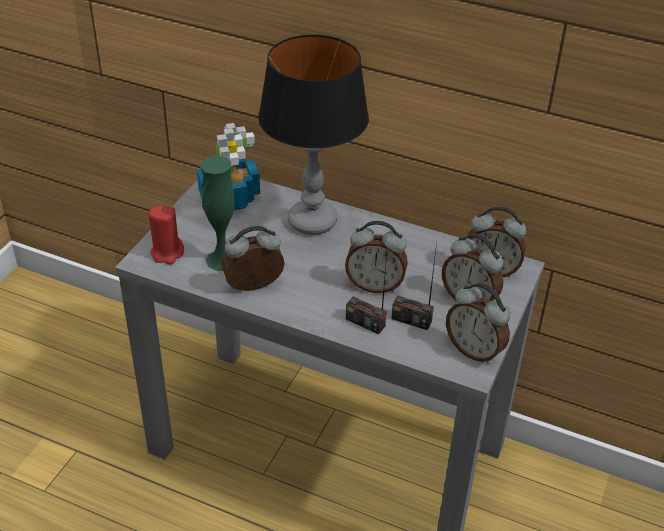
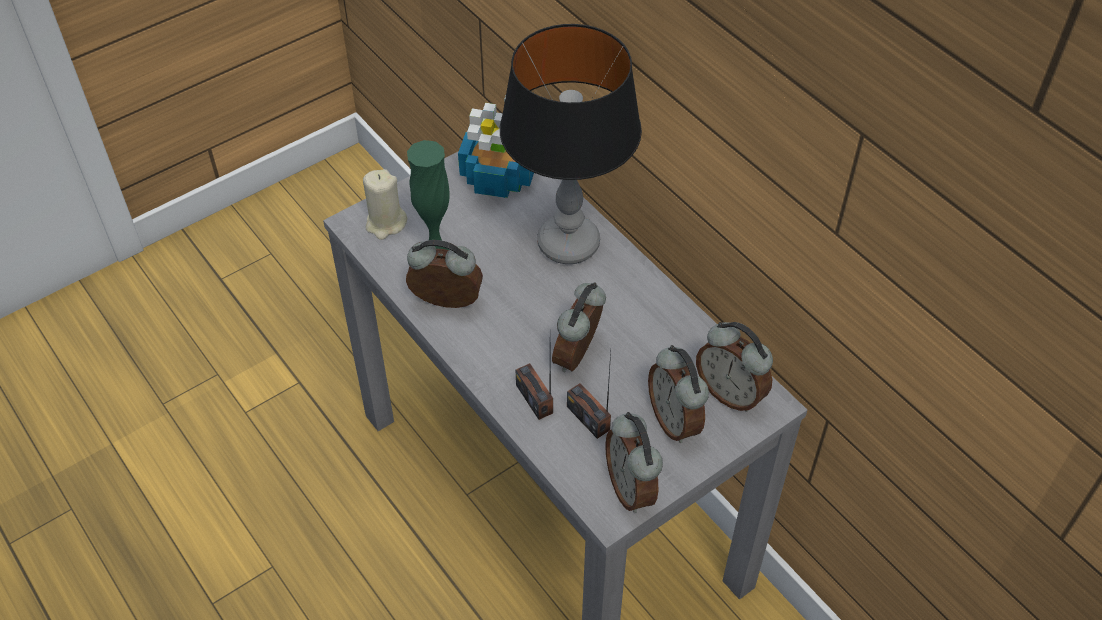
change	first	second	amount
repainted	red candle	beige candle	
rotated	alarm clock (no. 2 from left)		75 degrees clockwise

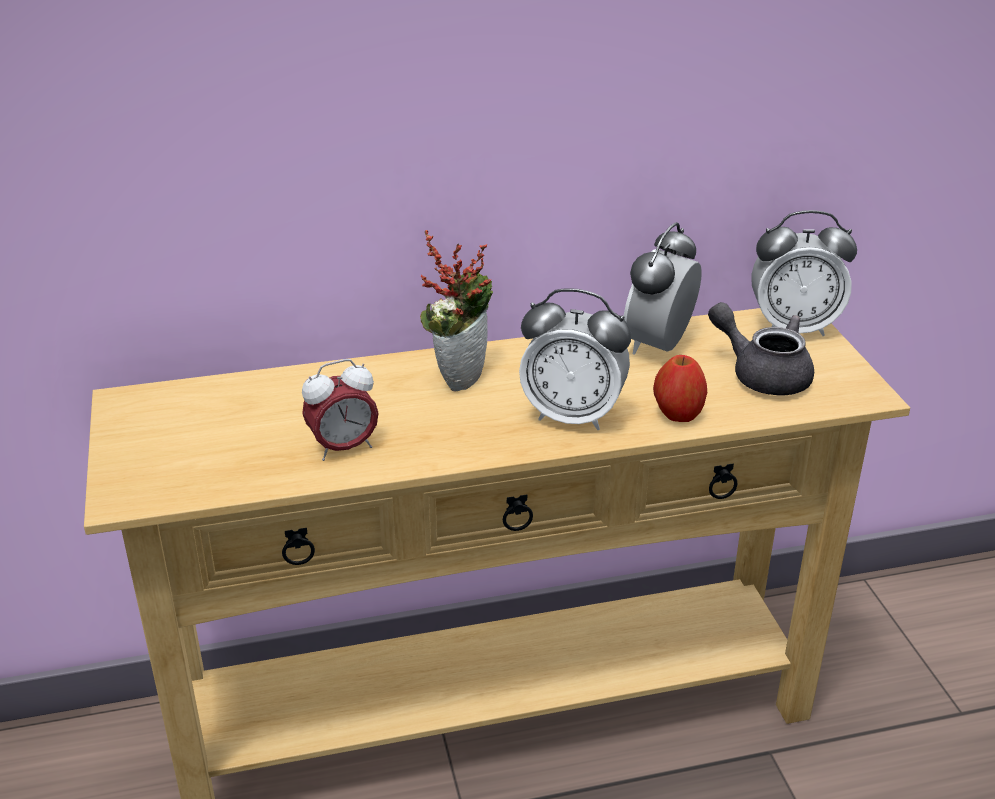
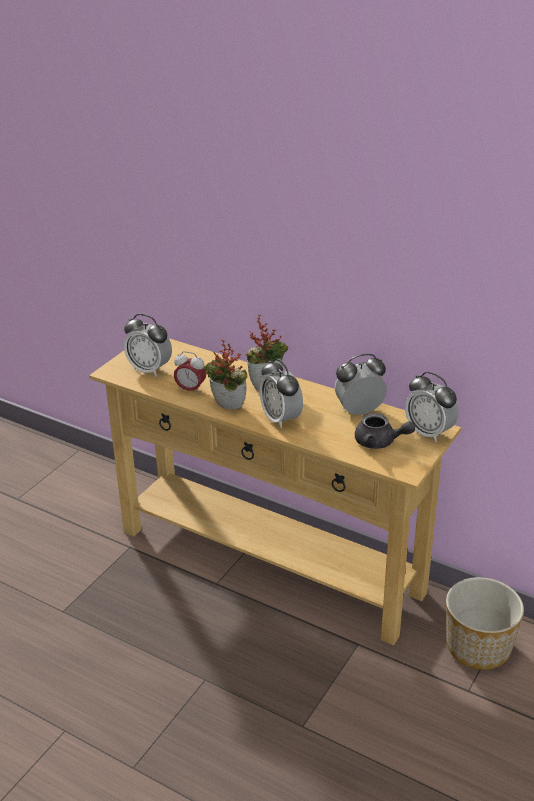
change	first	second	amount
new		alarm clock (no. 1 from left)	
new		potted plant (no. 1 from left)	
rotated	grey teapot		120 degrees clockwise
new		planter	
gone	apple		

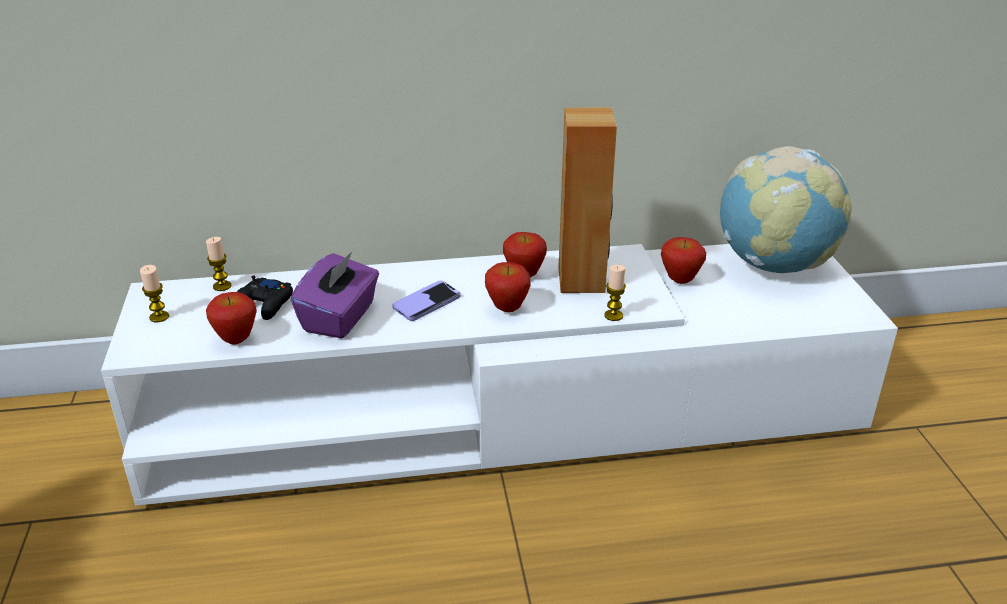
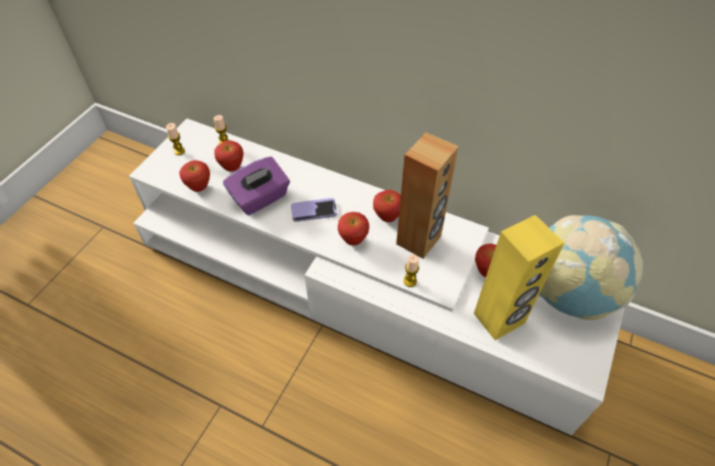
change	first	second	amount
swapped	black game controller	apple (no. 2 from left)	
new		yellow speaker	

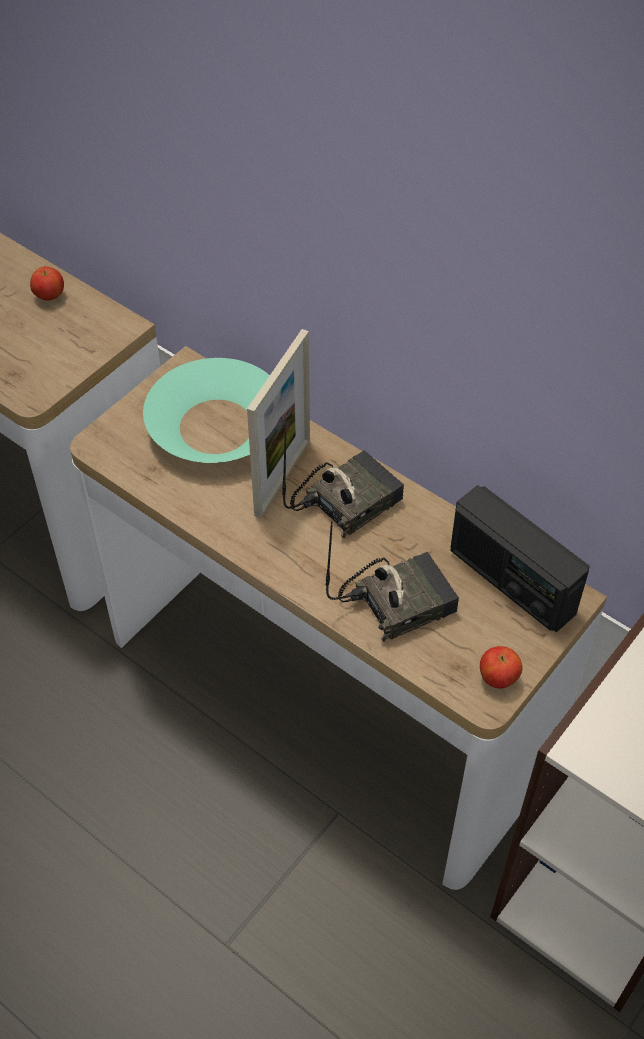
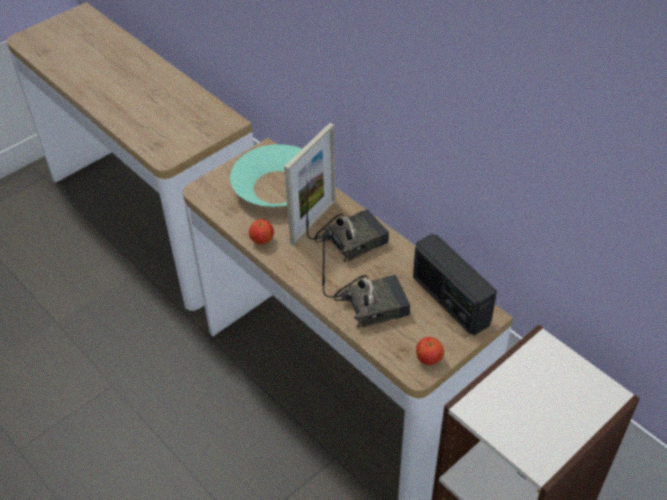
change	first	second	amount
shifted	apple (no. 1 from left)		

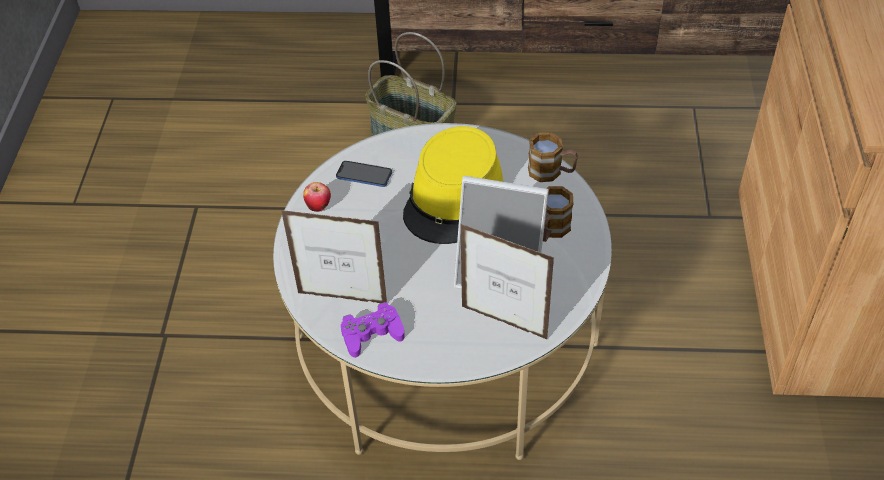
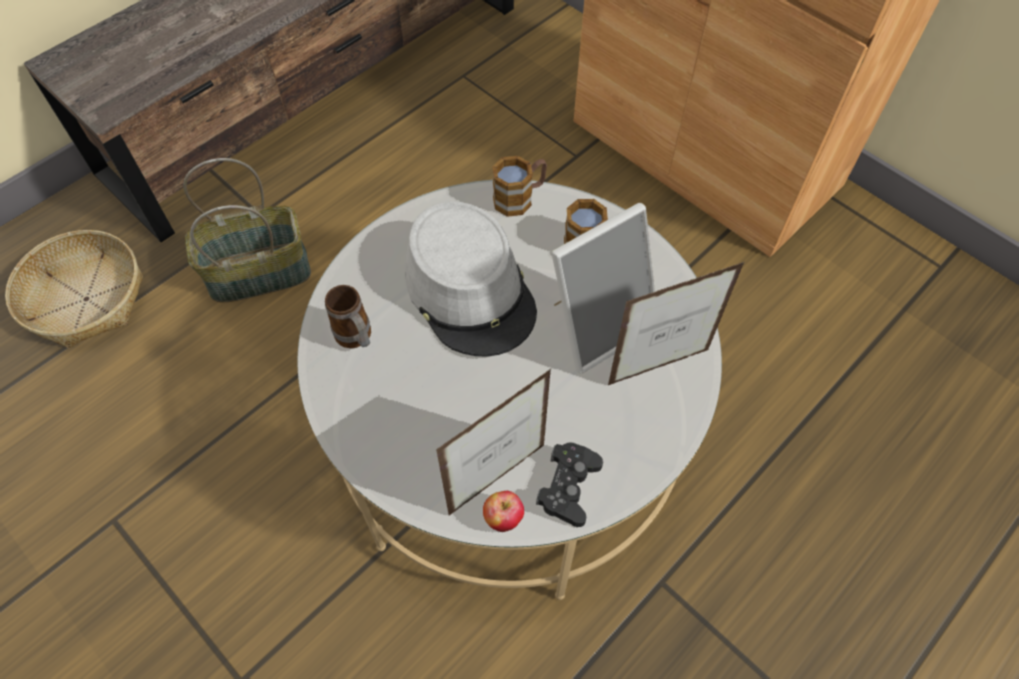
change	first	second	amount
new		basket (no. 1 from left)	
swapped	phone	mug (no. 1 from left)	
repainted	yellow hat	grey hat	
shifted	apple		
repainted	purple game controller	black game controller	

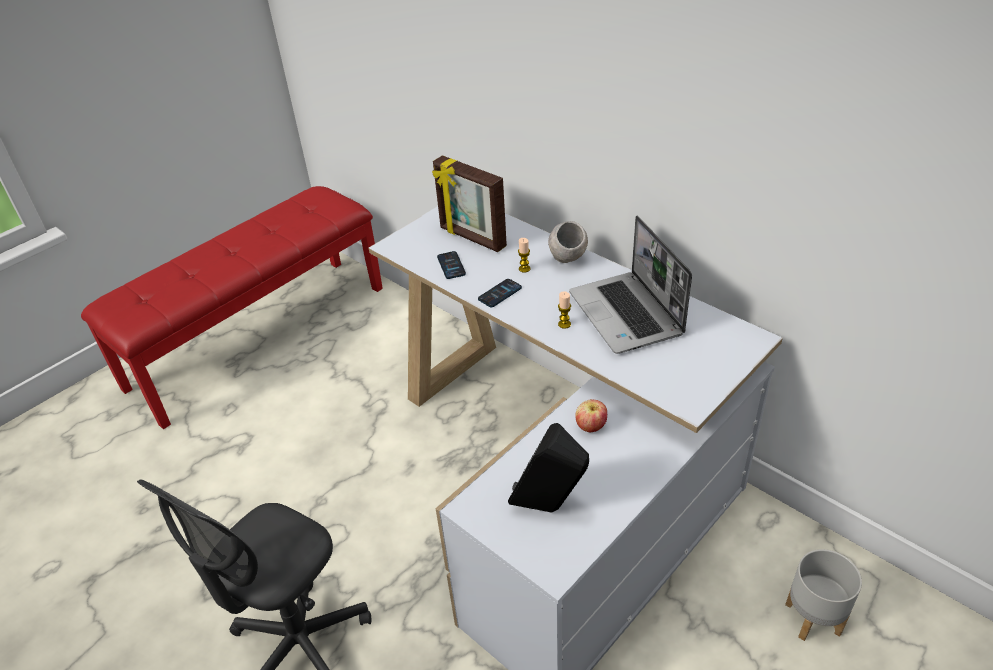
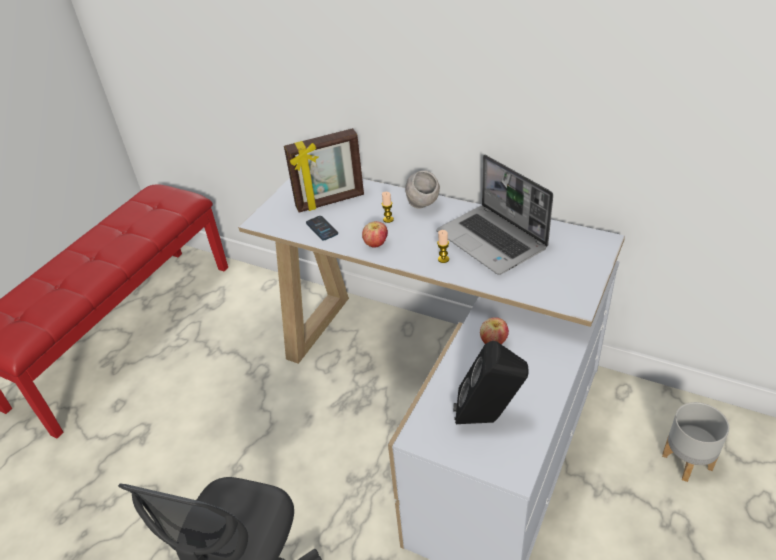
change	first	second	amount
rotated	picture frame		45 degrees counterclockwise
swapped	phone (no. 2 from left)	apple (no. 1 from left)	

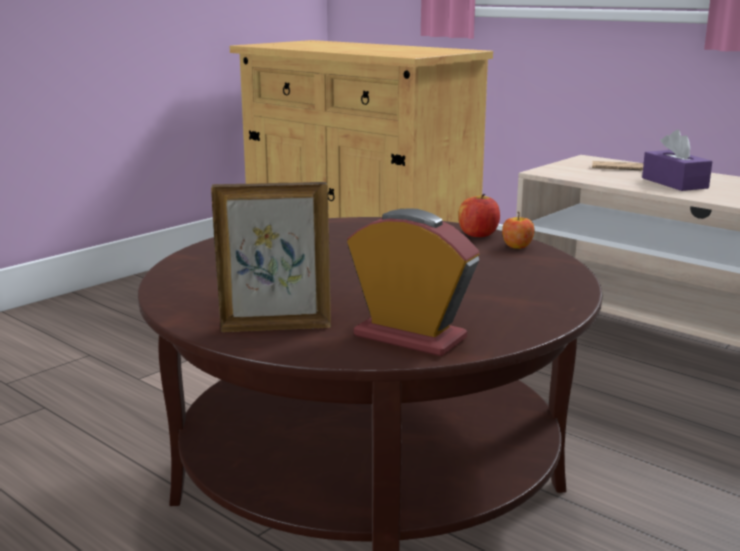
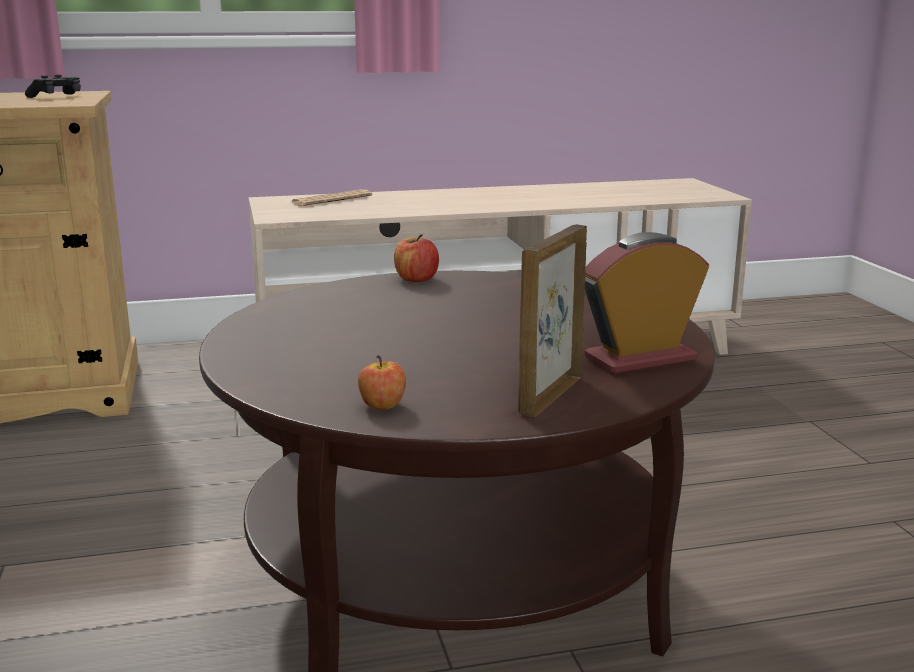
change	first	second	amount
new		black game controller	
shifted	apple (no. 2 from left in the first image)	apple (no. 1 from left)	
gone	purple tissue box		

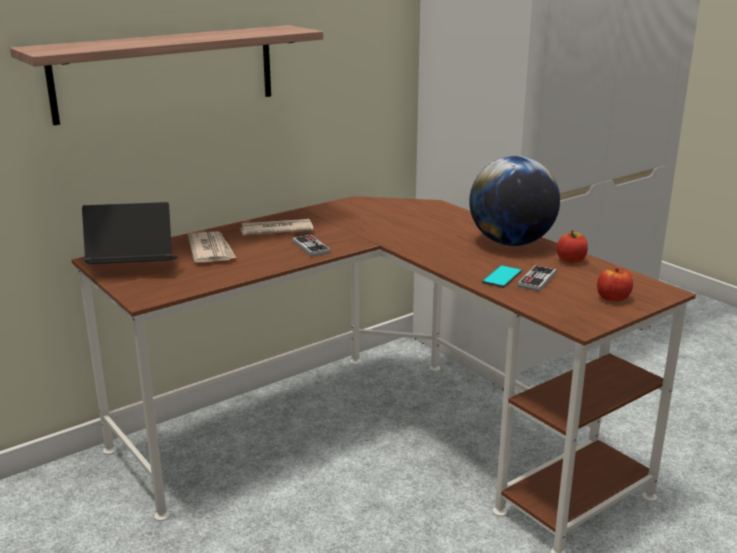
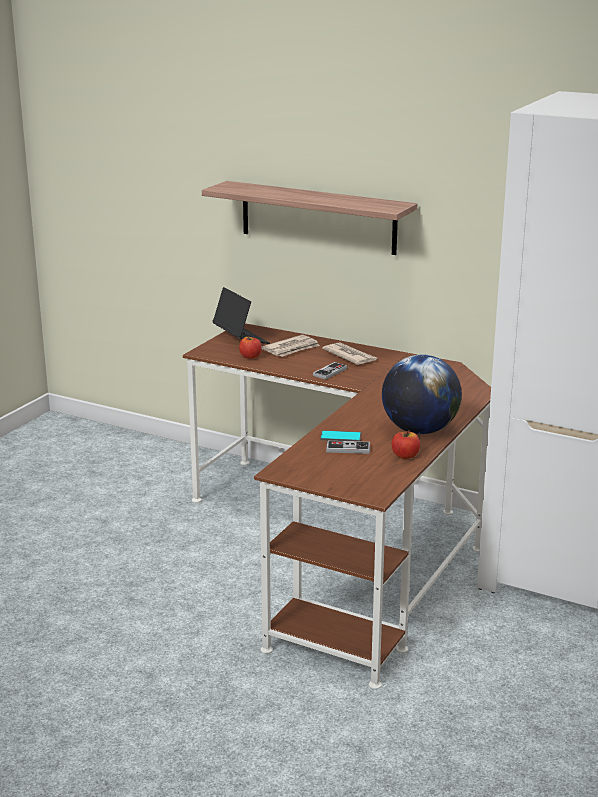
change	first	second	amount
shifted	apple (no. 2 from left in the first image)	apple (no. 1 from left)	

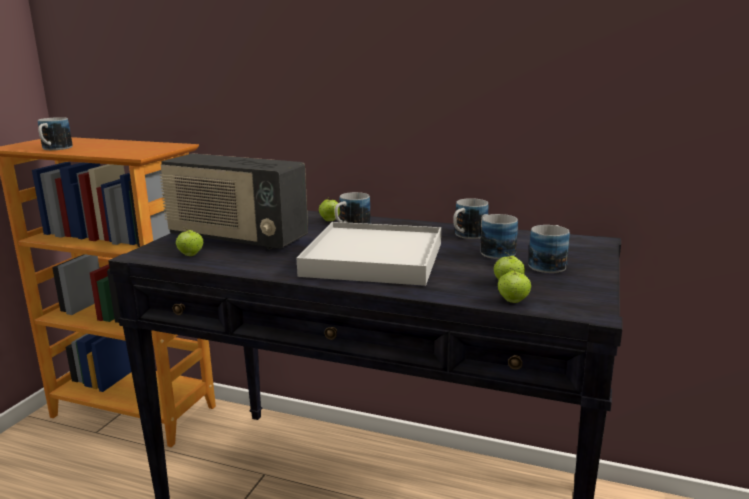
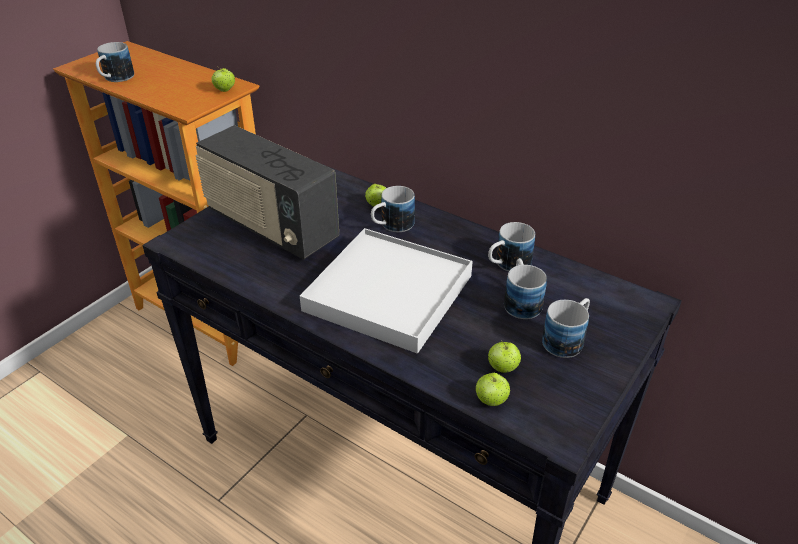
change	first	second	amount
shifted	apple (no. 1 from left)		

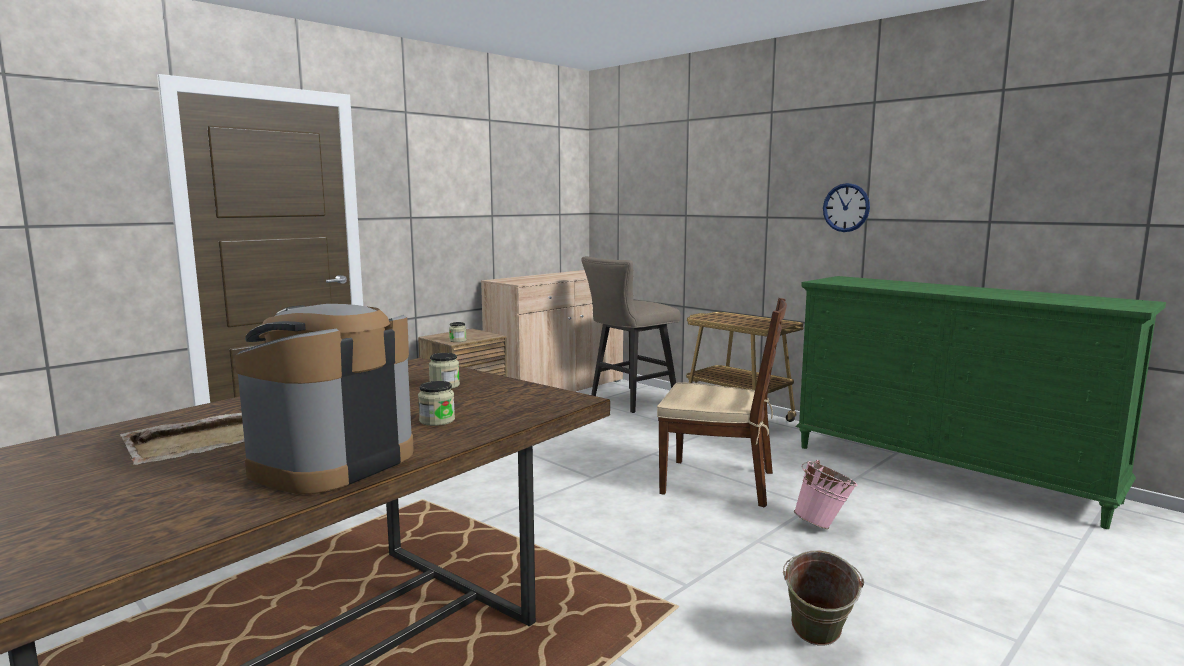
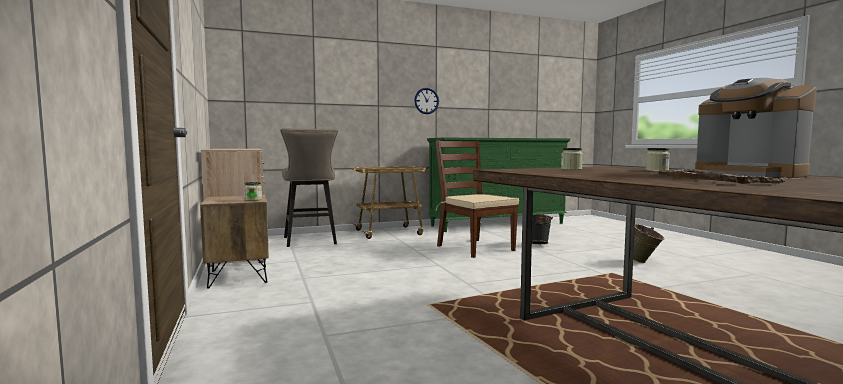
change	first	second	amount
rotated	brown chair		75 degrees counterclockwise
repainted	pink bucket	black bucket	

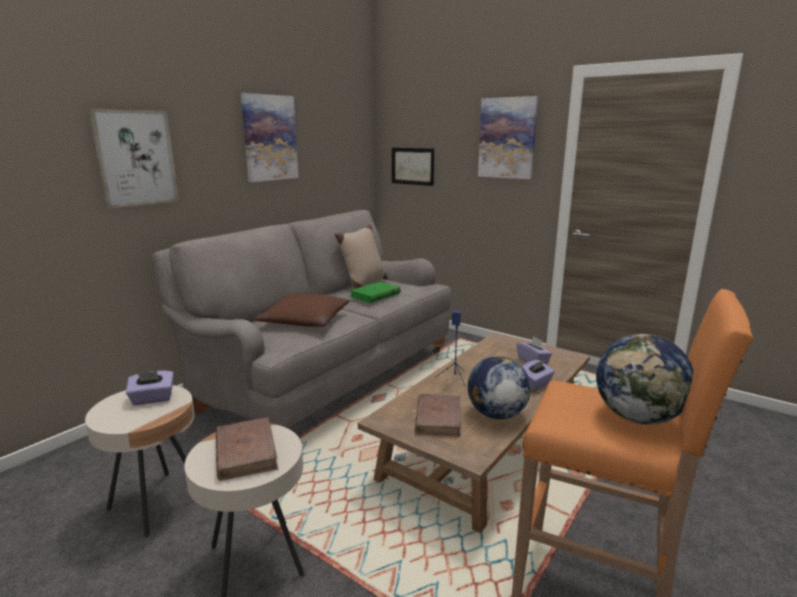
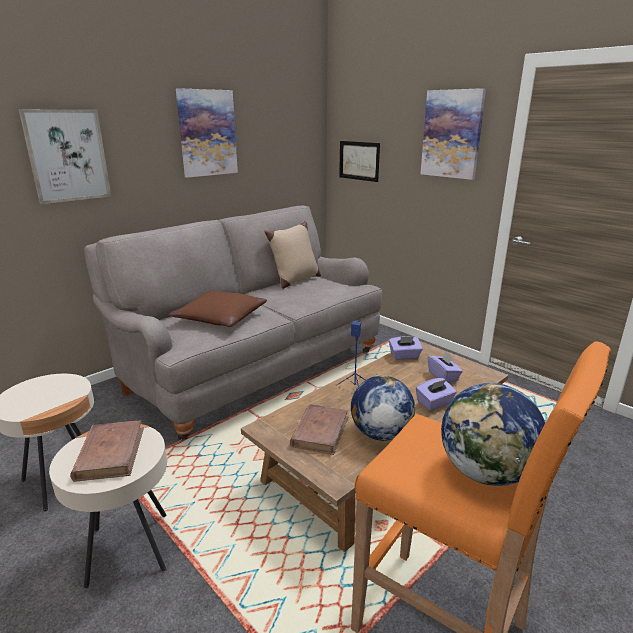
change	first	second	amount
shifted	purple tissue box (no. 1 from left)		
gone	green book		

